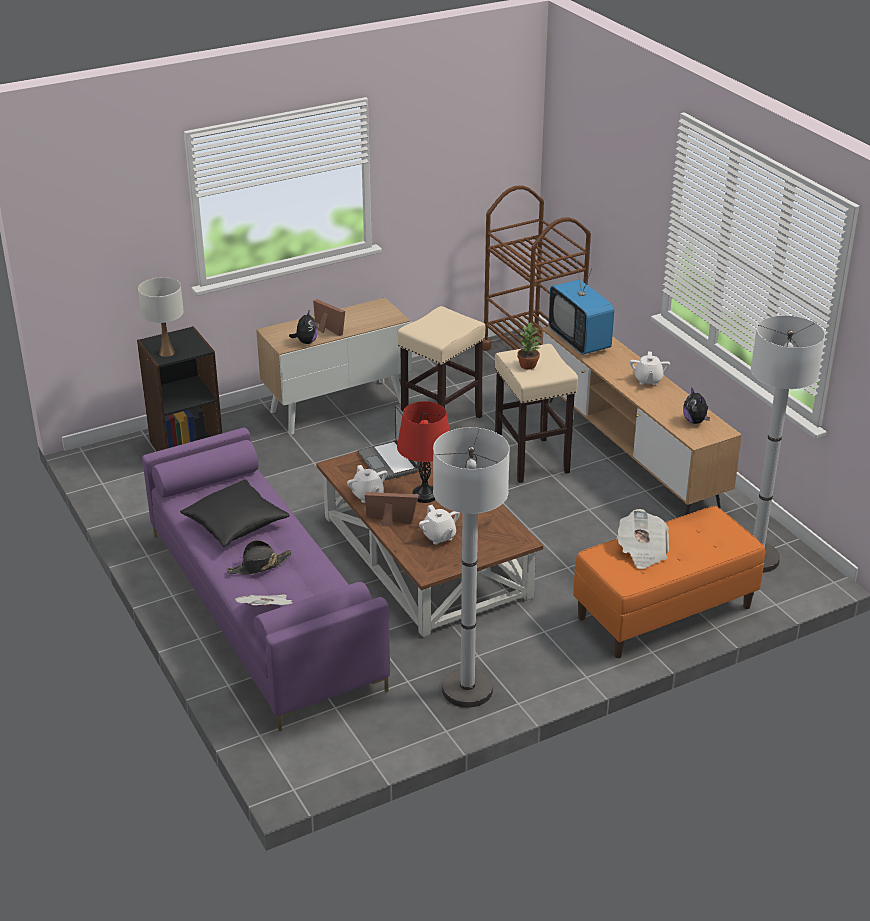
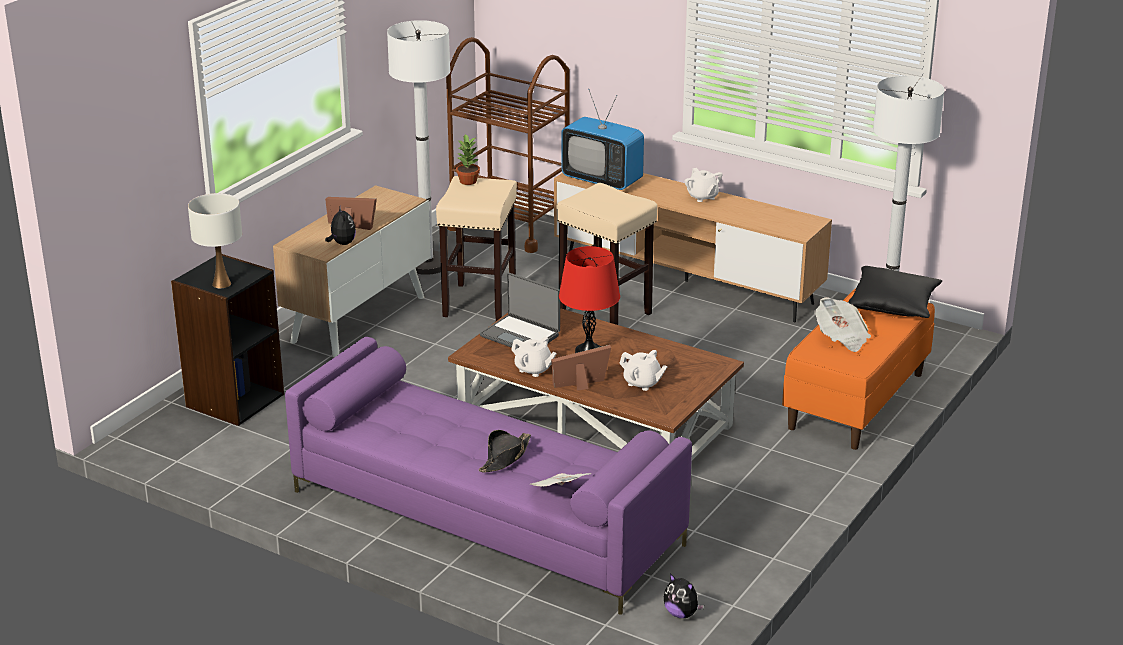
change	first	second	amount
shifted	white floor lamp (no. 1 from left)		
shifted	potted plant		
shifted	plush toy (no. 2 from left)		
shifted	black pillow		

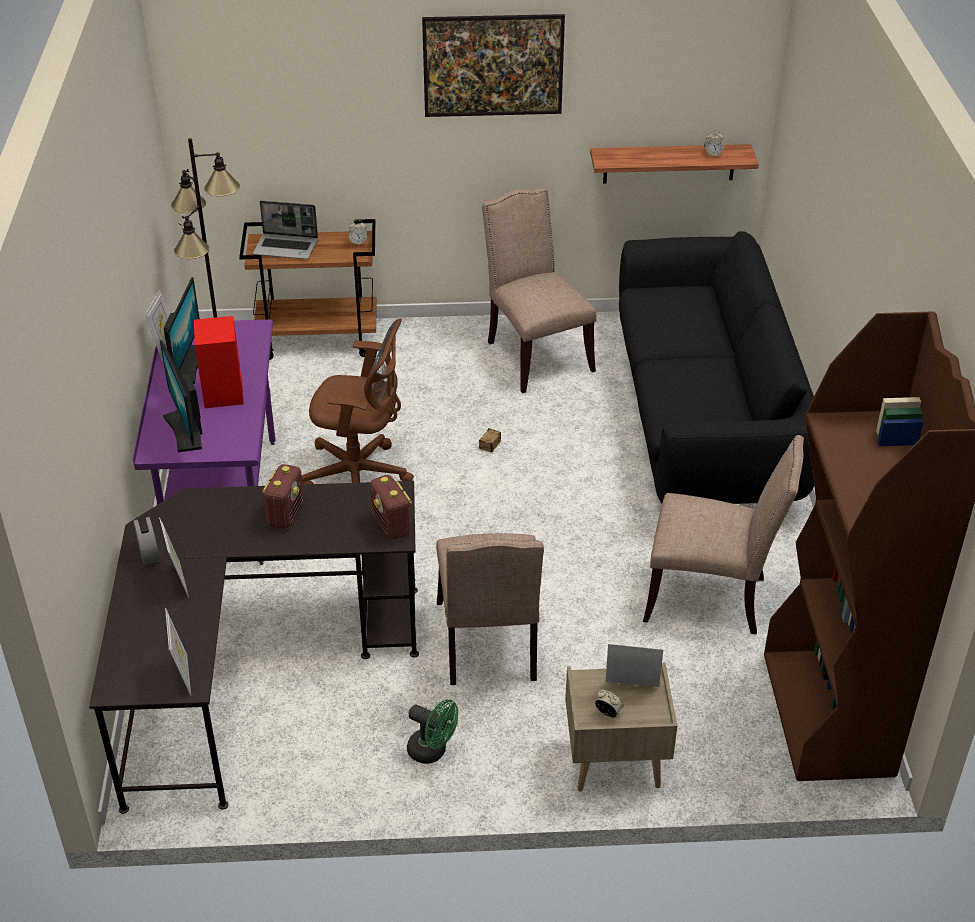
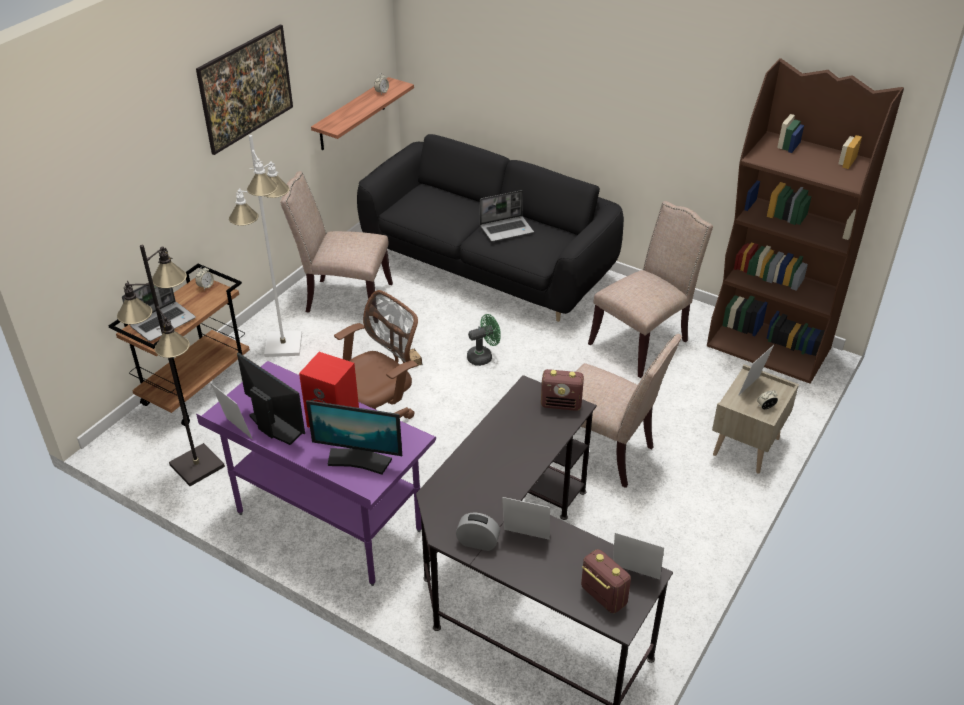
change	first	second	amount
new		white floor lamp	
shifted	green fan		
new		laptop (no. 2 from left)	
shifted	radio (no. 1 from left in the first image)	radio (no. 2 from left)	

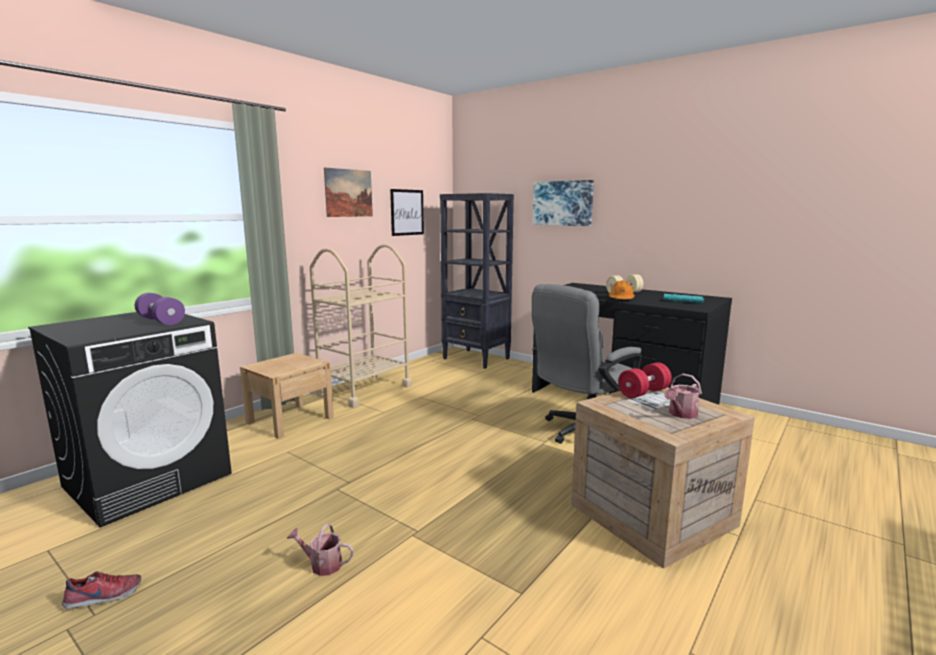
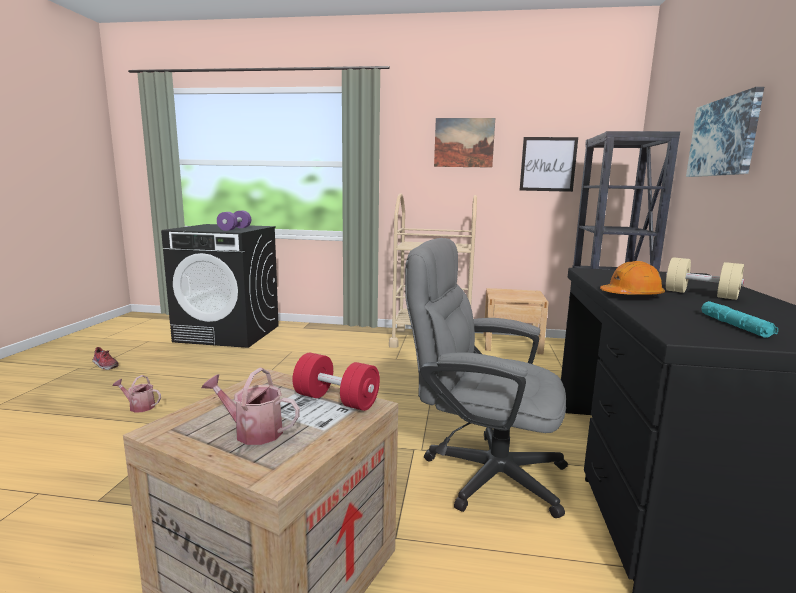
change	first	second	amount
rotated	watering can (no. 1 from left)		60 degrees counterclockwise
shifted	beige nightstand		

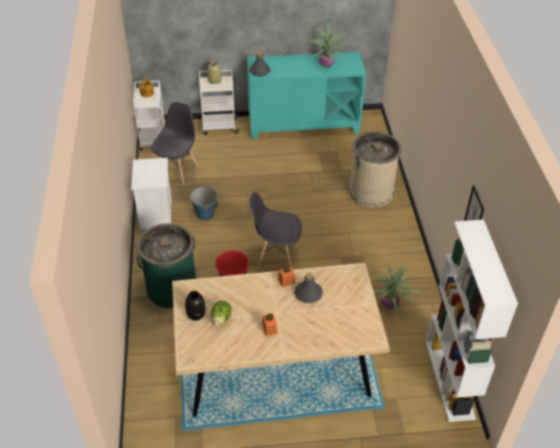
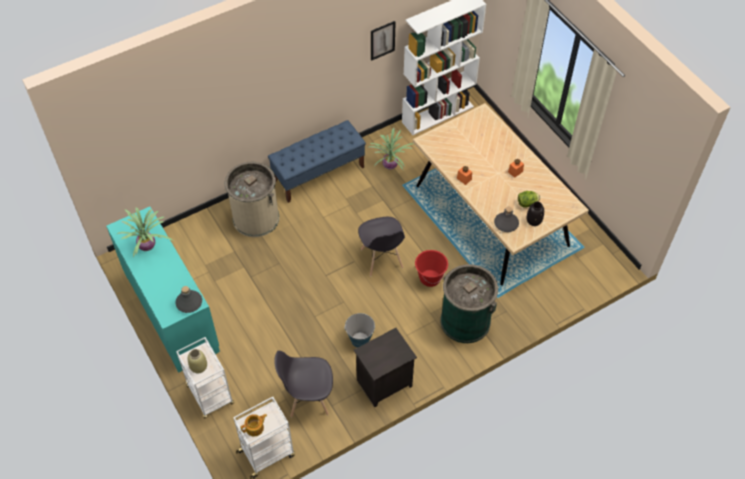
change	first	second	amount
new		blue bench	
repainted	white nightstand	black nightstand	
shifted	grey bottle (no. 2 from left)		

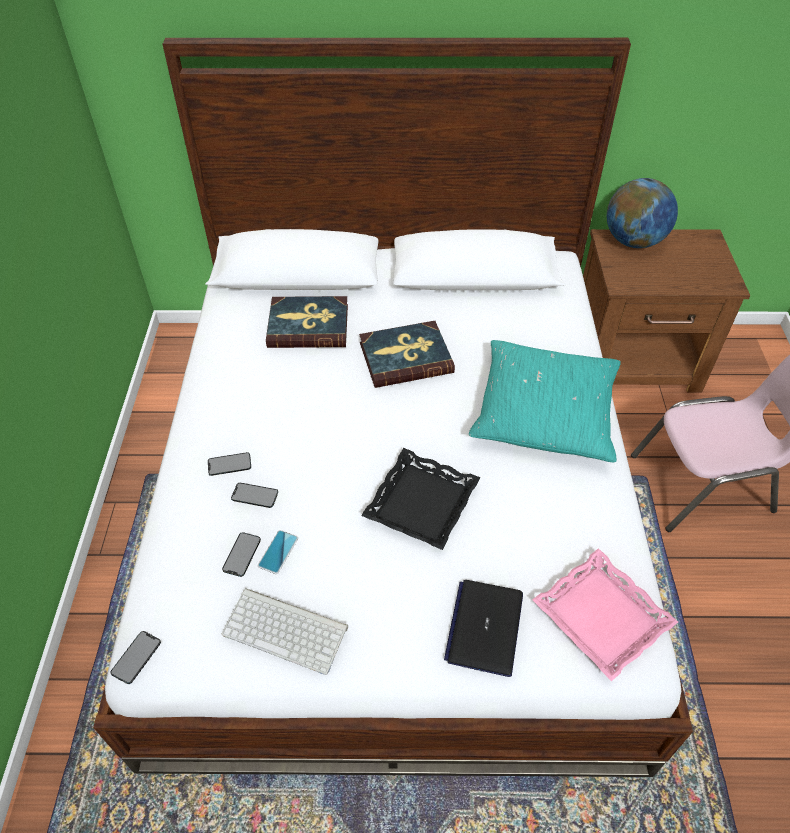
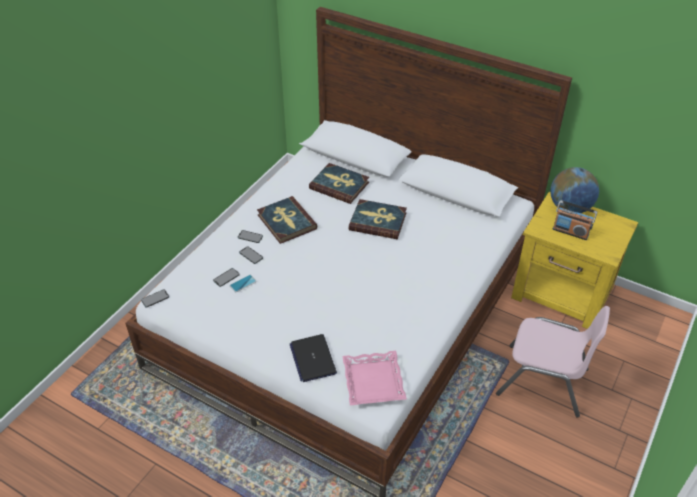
change	first	second	amount
new		book (no. 1 from left)	
rotated	laptop		60 degrees counterclockwise
repainted	brown nightstand	yellow nightstand	
new		radio	
gone	keyboard		
gone	black tray		
gone	turquoise pillow		

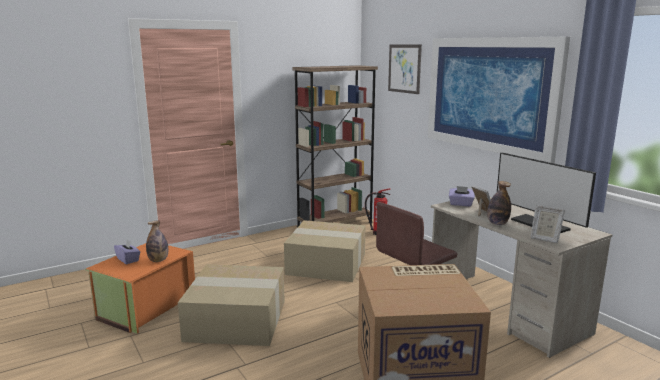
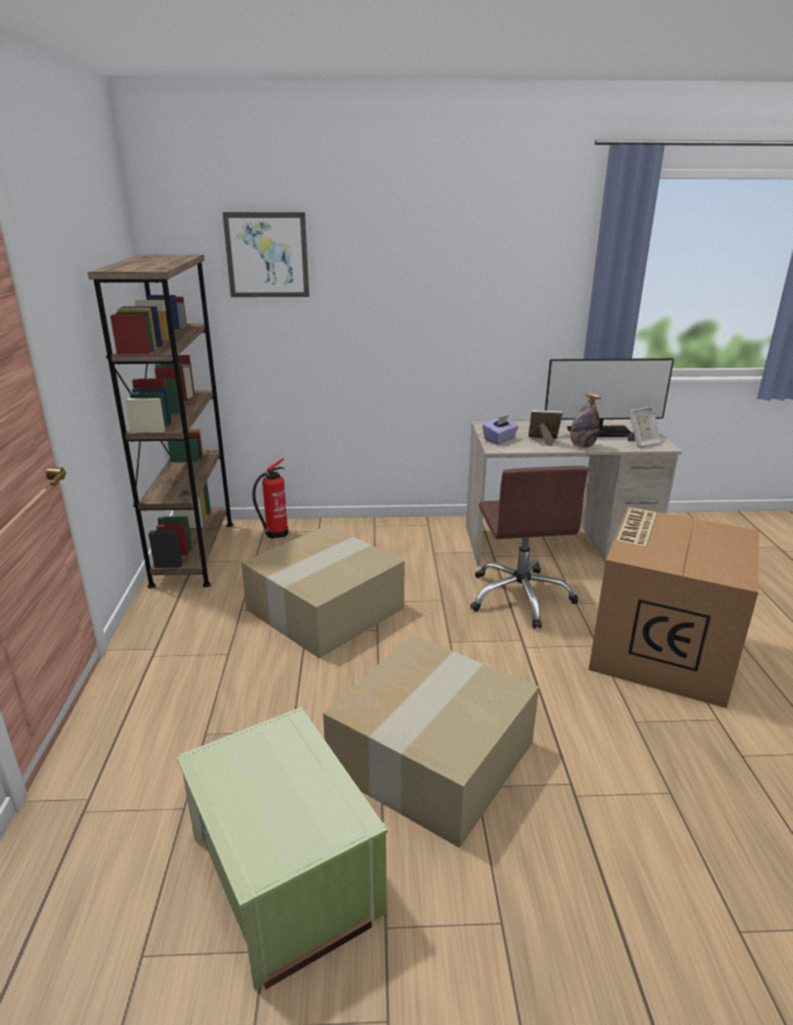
change	first	second	amount
repainted	orange storage box	green storage box	
gone	purple tissue box (no. 1 from left)		
gone	bottle (no. 1 from left)		
gone	picture (no. 2 from left)		

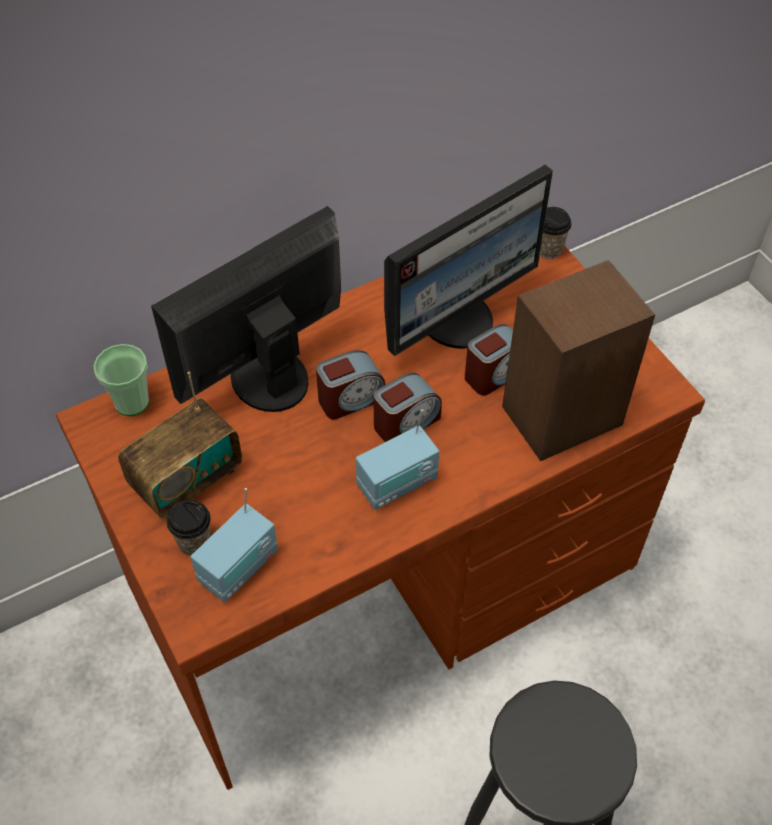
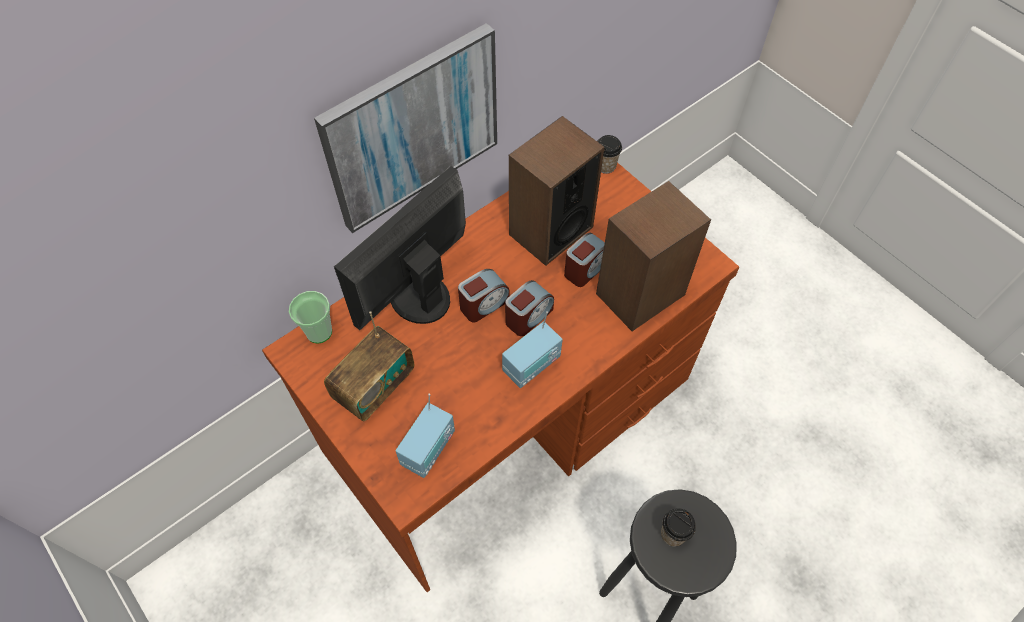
change	first	second	amount
new		picture	
swapped	monitor (no. 2 from left)	speaker (no. 1 from left)	
shifted	cup (no. 2 from left in the first image)	cup (no. 3 from left)	

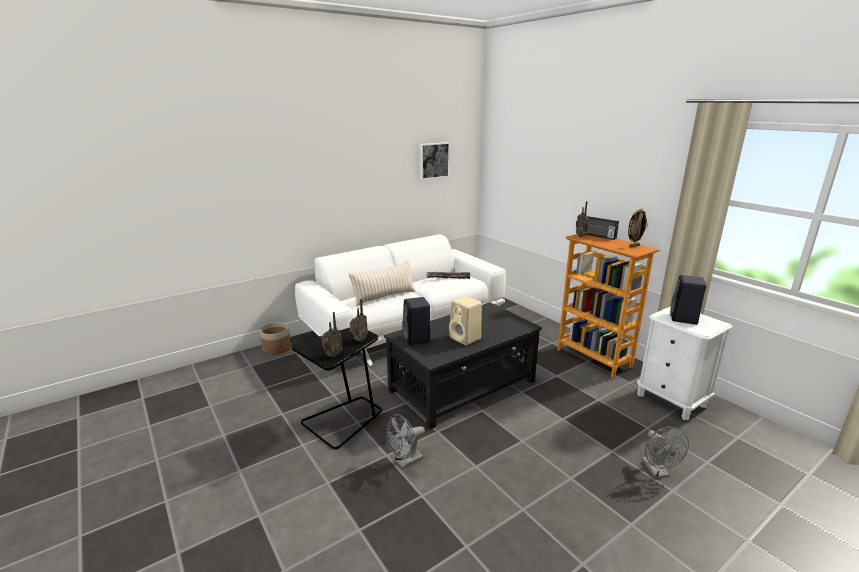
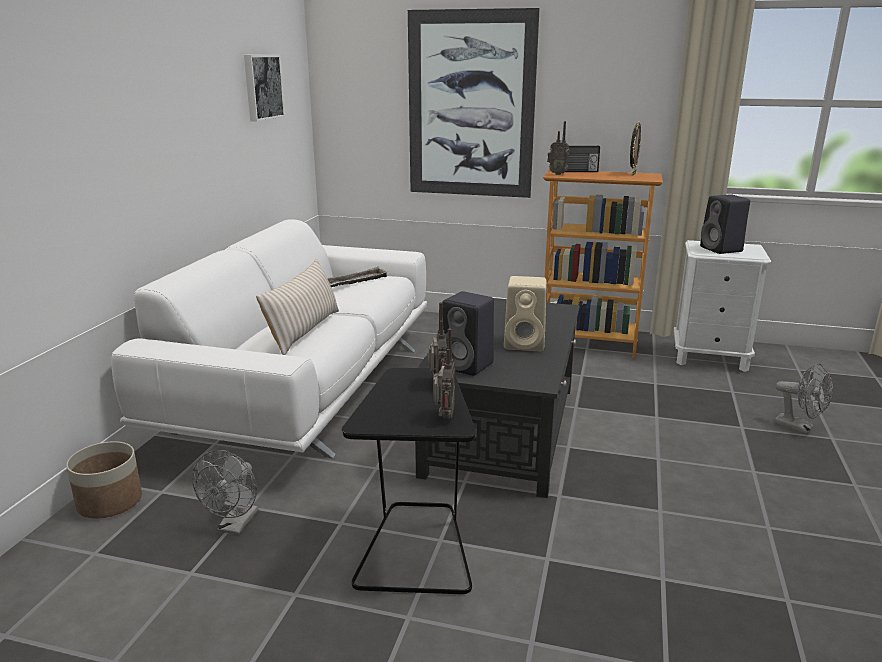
change	first	second	amount
shifted	grey fan (no. 1 from left)		
new		picture (no. 2 from left)	

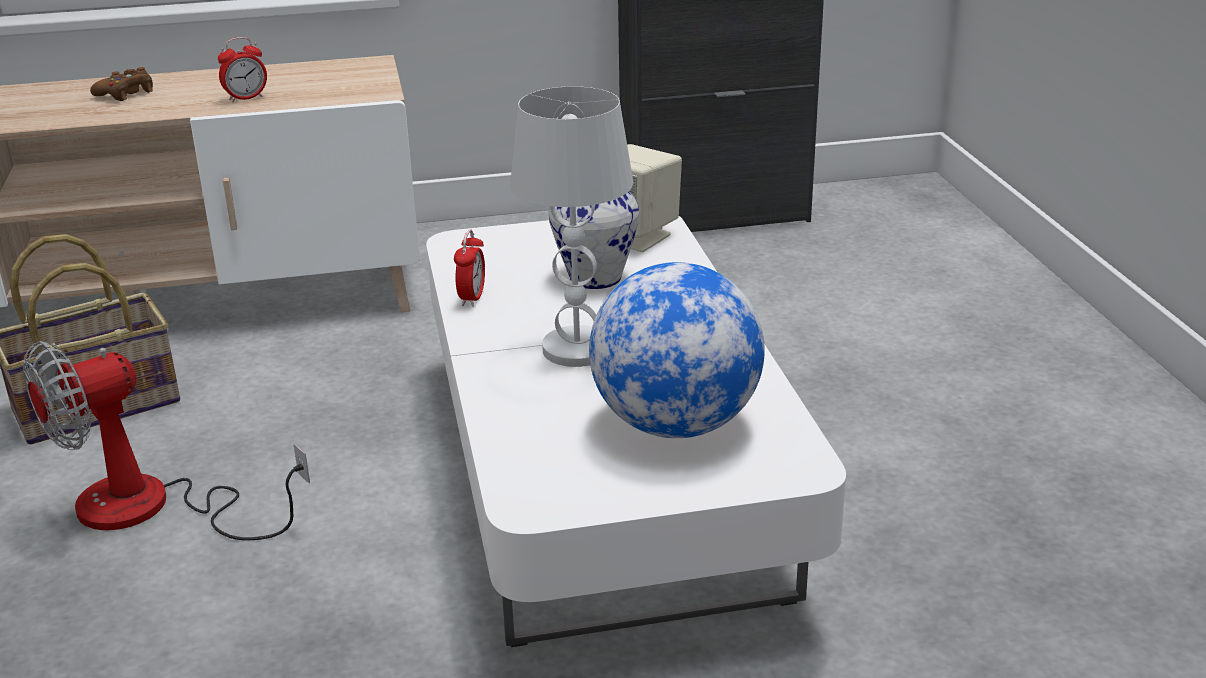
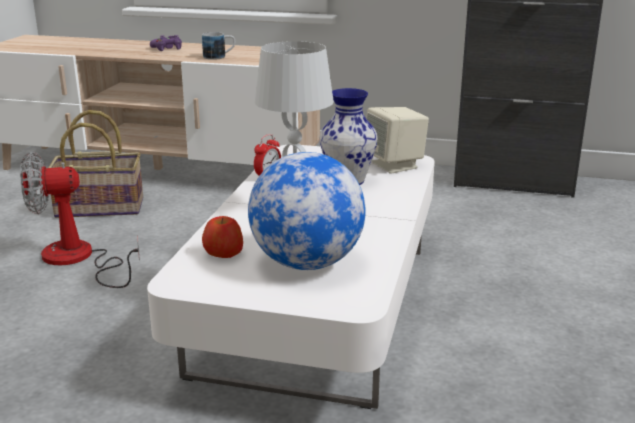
change	first	second	amount
repainted	brown game controller	purple game controller	
swapped	alarm clock (no. 1 from left)	mug	
new		apple	

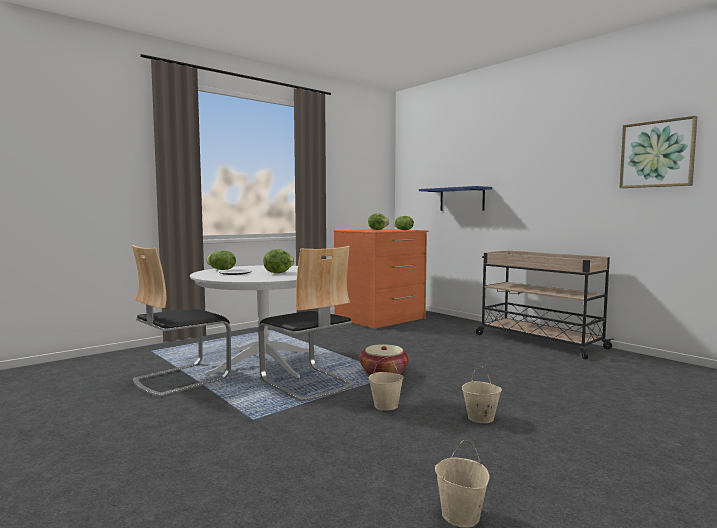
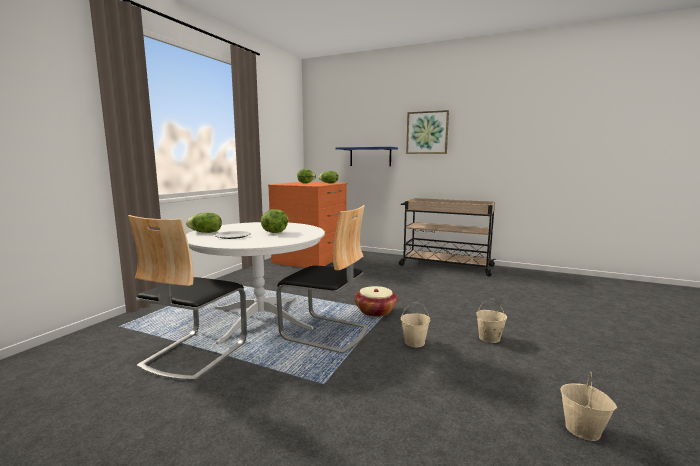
change	first	second	amount
shifted	picture		

